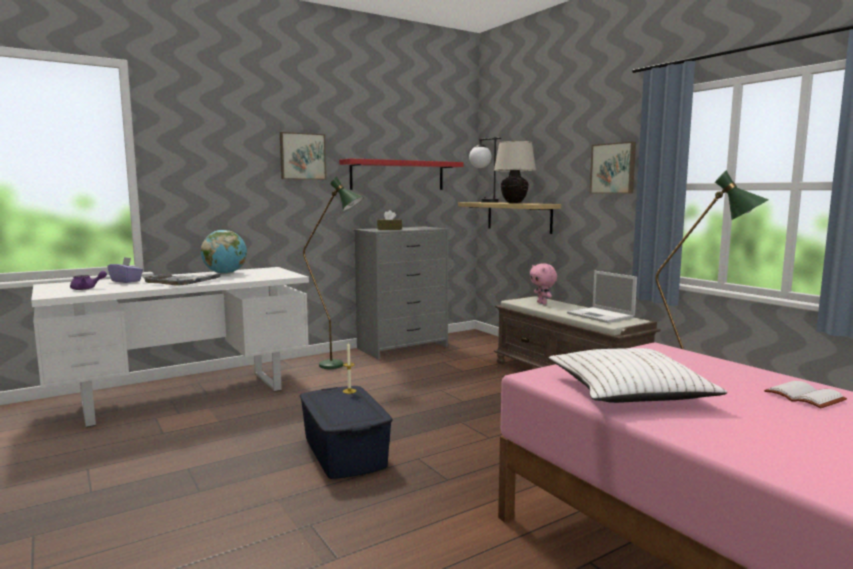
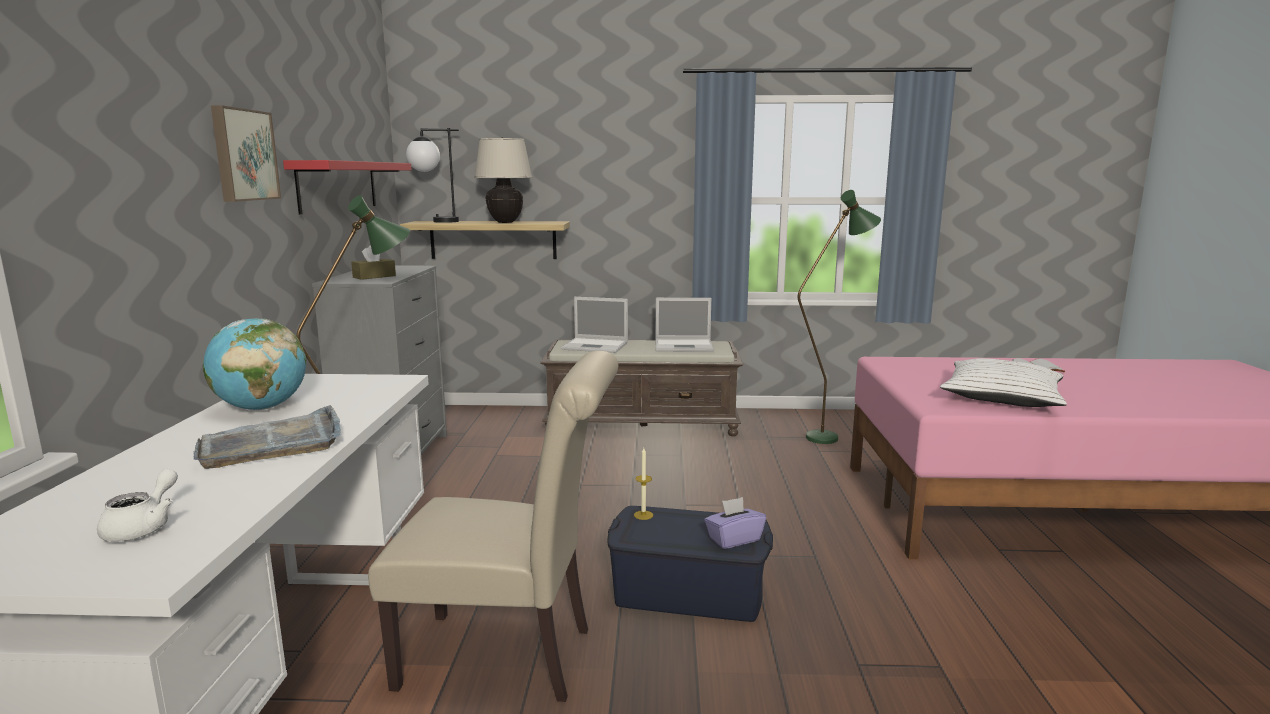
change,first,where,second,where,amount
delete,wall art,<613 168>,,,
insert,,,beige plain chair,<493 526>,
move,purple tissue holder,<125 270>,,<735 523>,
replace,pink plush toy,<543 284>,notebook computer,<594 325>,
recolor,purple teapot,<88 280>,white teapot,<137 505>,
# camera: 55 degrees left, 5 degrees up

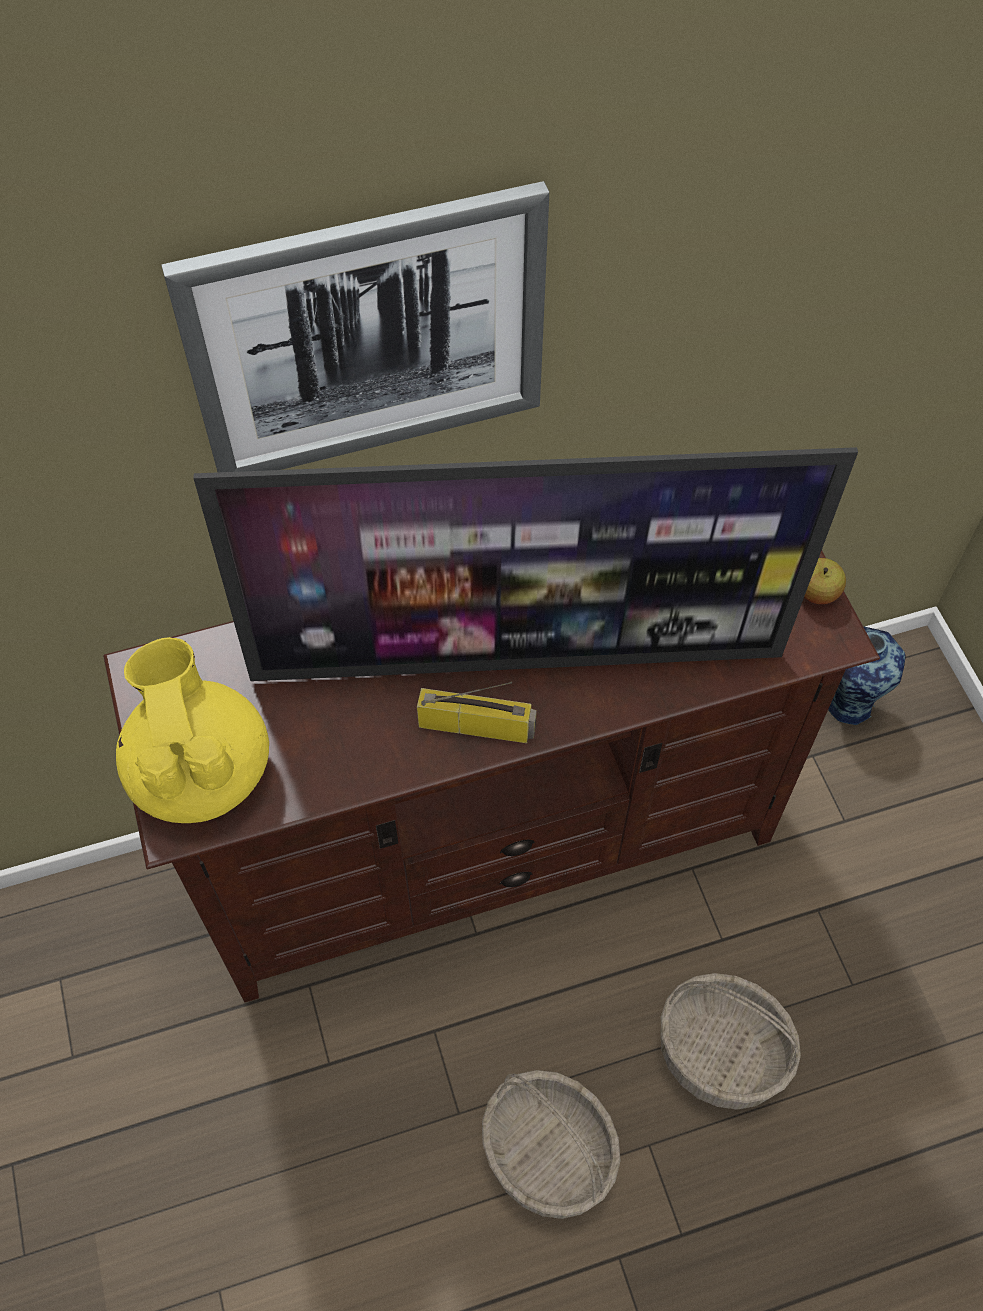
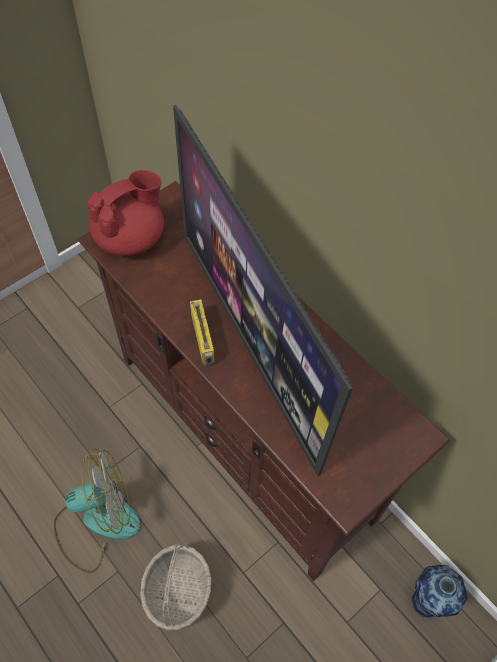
change,first,where,second,where,amount
delete,wall art,<355 326>,,,
delete,apple fruit,<825 581>,,,
replace,basket,<551 1144>,fan,<97 510>,
recolor,yellow teapot,<192 730>,red-coloured teapot,<125 213>,
# camera: 65 degrees right, 0 degrees up

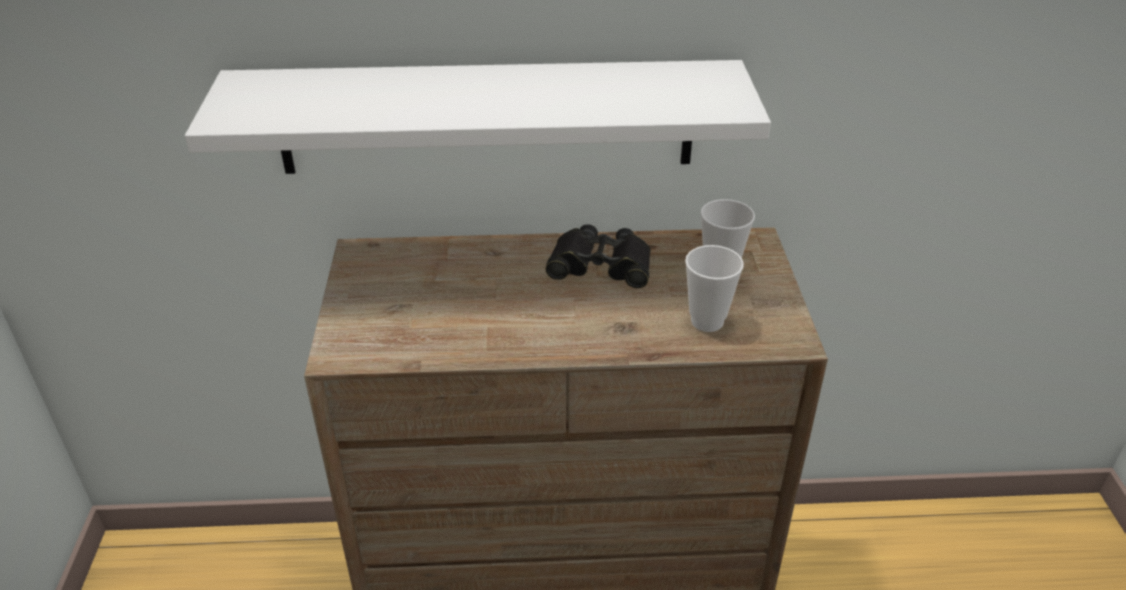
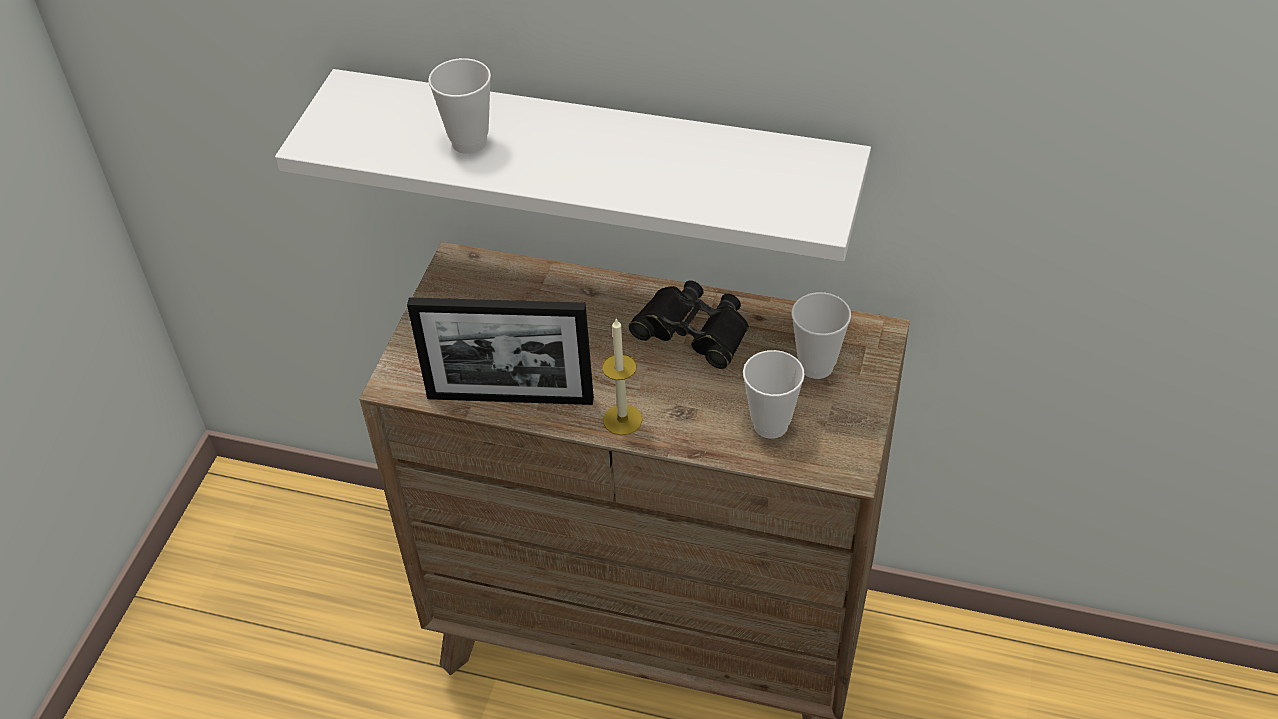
change,first,where,second,where,amount
insert,,,photo frame,<500 351>,
insert,,,cup,<459 106>,
insert,,,wax candle,<622 377>,
# camera: 20 degrees right, 10 degrees up

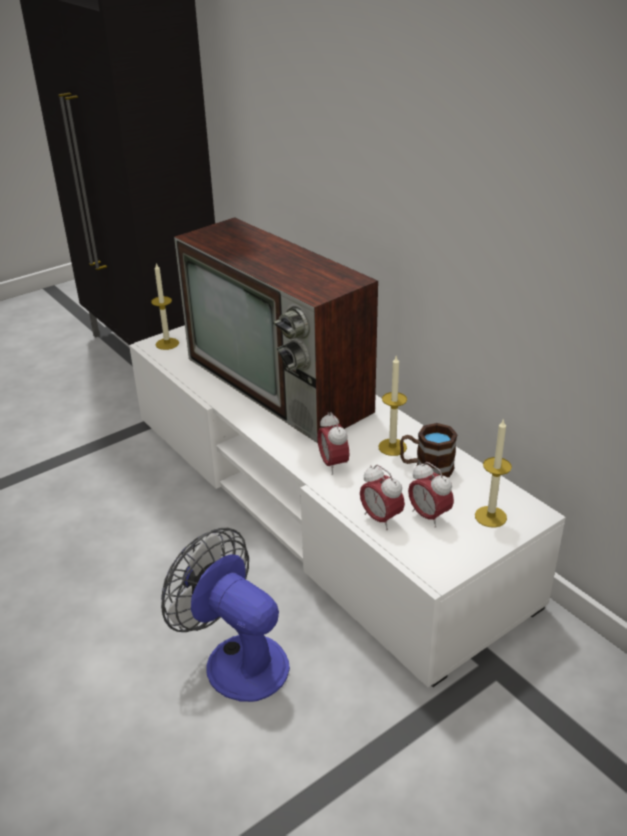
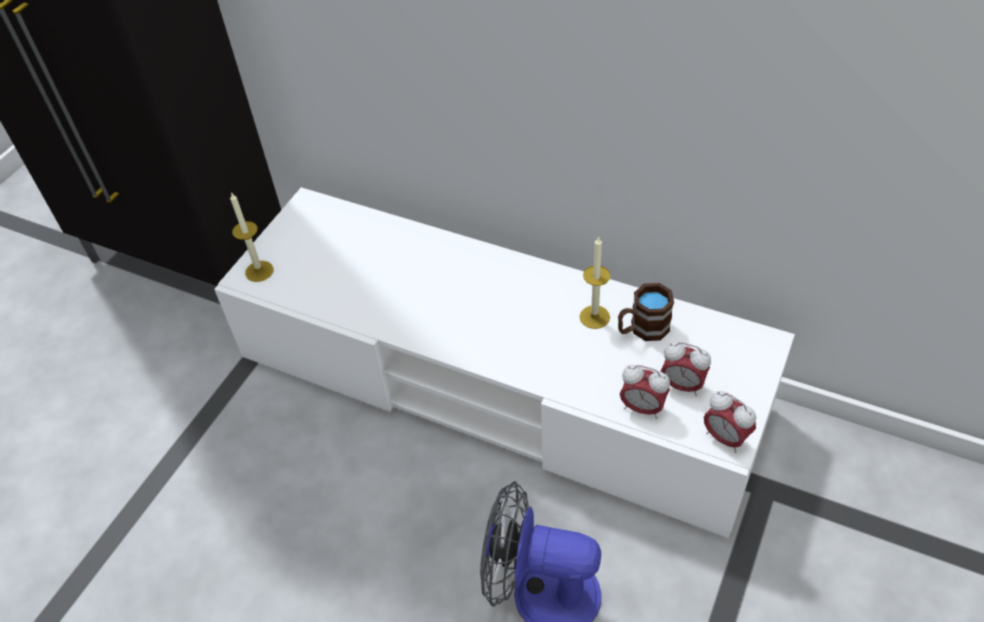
change,first,where,second,where,amount
delete,TV,<276 330>,,,
delete,wax candle,<493 473>,,,
move,table clock,<333 443>,,<730 422>,
# camera: 25 degrees left, 15 degrees up

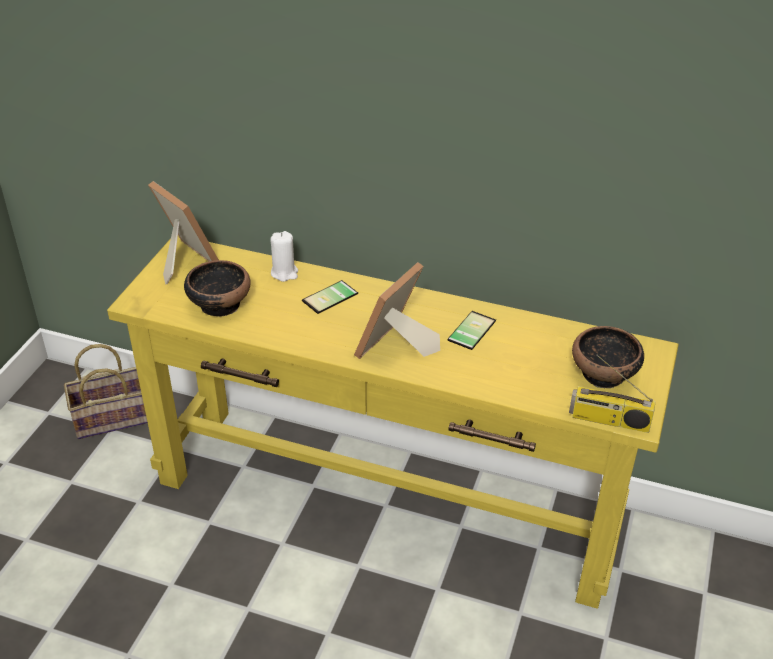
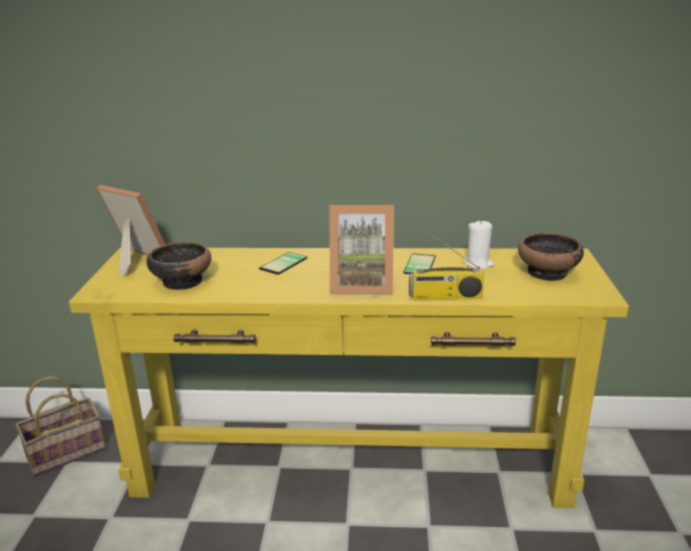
change,first,where,second,where,amount
move,white wax candle,<284 256>,,<479 244>,
move,radio set,<612 394>,,<446 265>,
rotate,photo frame,<397 310>,,<362 250>,105 degrees counterclockwise
# camera: 15 degrees left, 15 degrees down

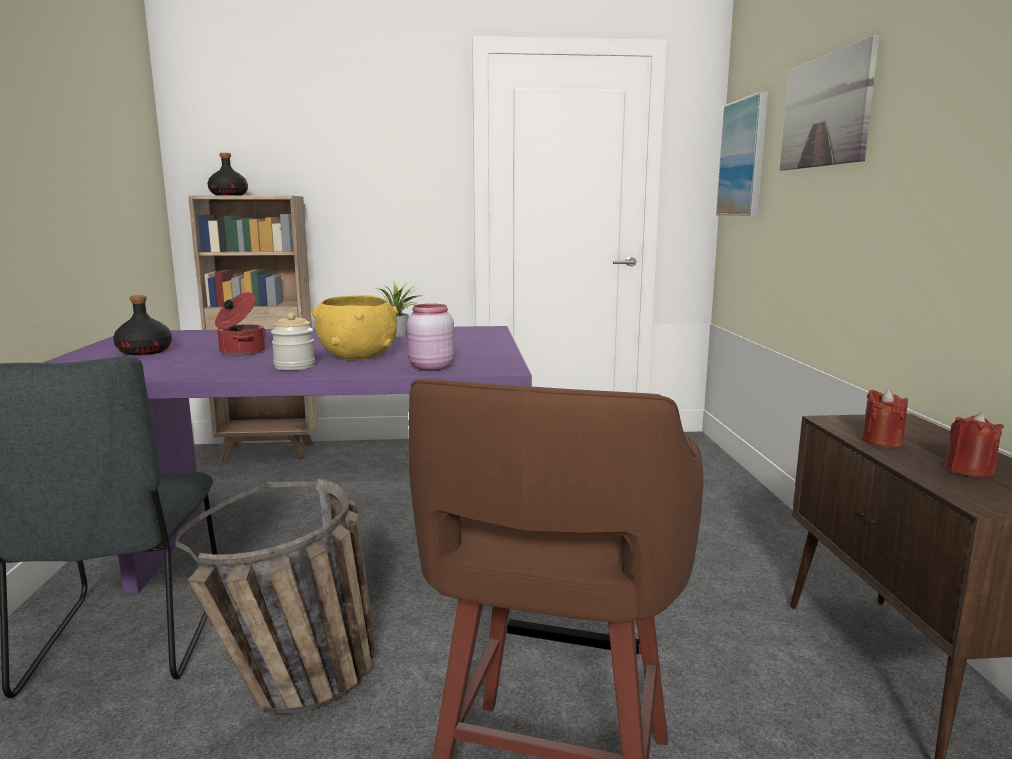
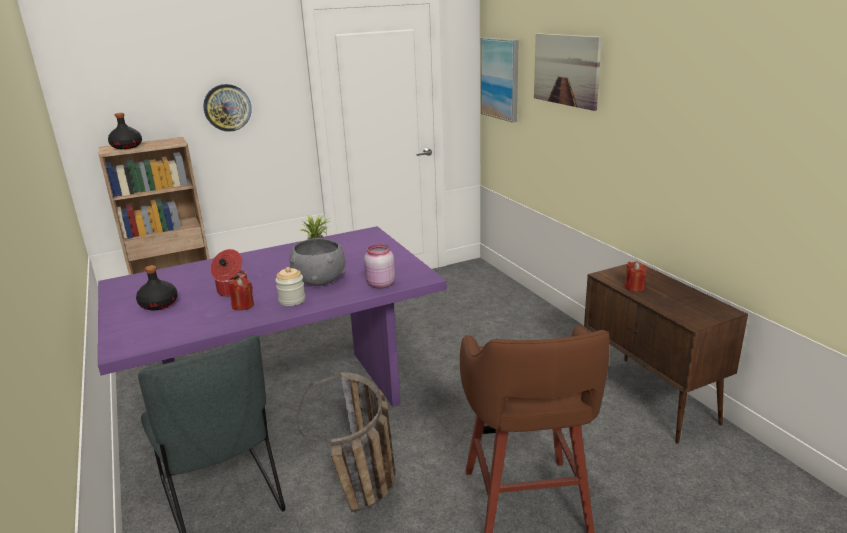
change,first,where,second,where,amount
insert,,,clock on the wall,<227 108>,
move,red-coloured wax candle,<974 445>,,<241 294>,
recolor,yellow bowl,<355 327>,greyish bowl,<317 262>,
# camera: 20 degrees left, 10 degrees up

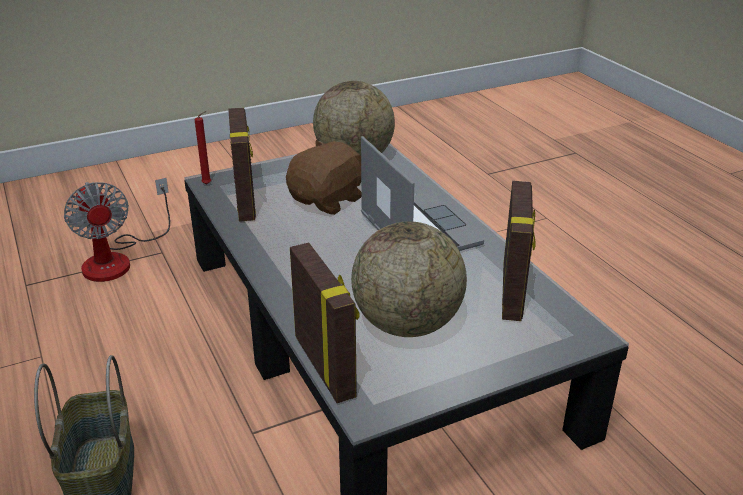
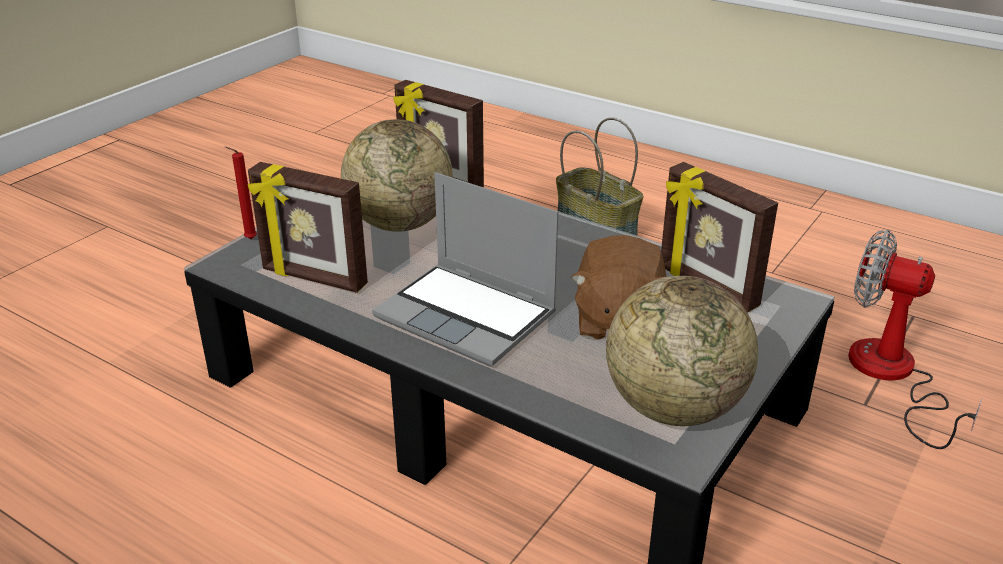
change,first,where,second,where,amount
move,red-coloured wax candle,<203 147>,,<241 193>,
rotate,photo frame,<518 251>,,<308 227>,45 degrees counterclockwise
# camera: 150 degrees right, 0 degrees up

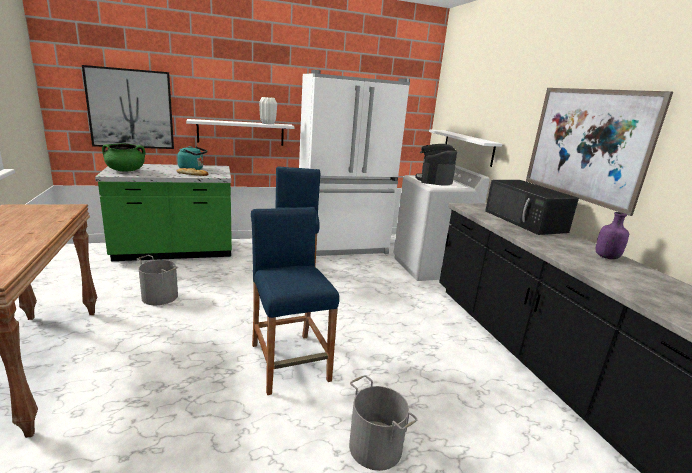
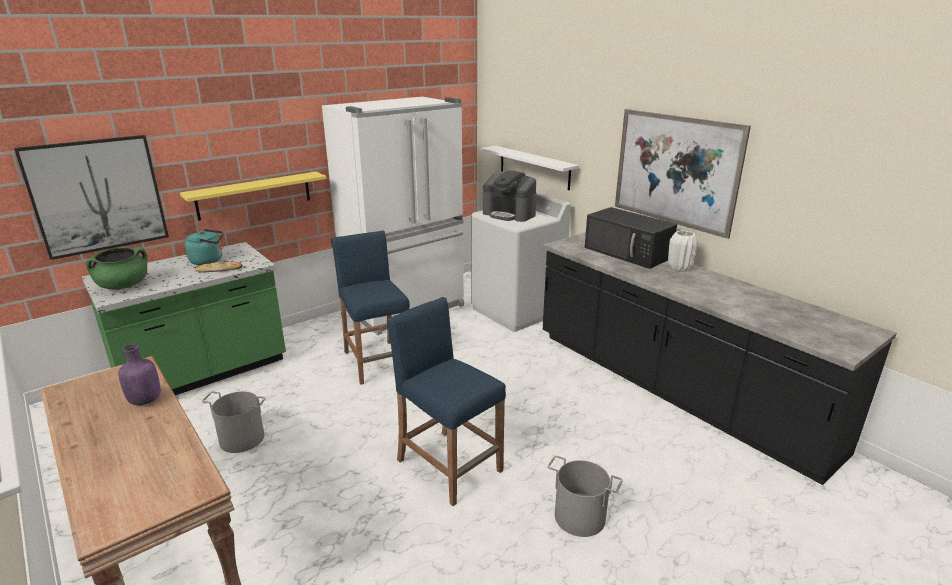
change,first,where,second,where,amount
move,white decorative vase,<268 110>,,<683 251>,
move,purple drink bottle,<612 235>,,<139 374>,
recolor,white shelf,<240 132>,yellow shelf,<253 196>,
rotate,coffee maker,<436 165>,,<510 196>,45 degrees counterclockwise
# camera: 20 degrees left, 5 degrees up

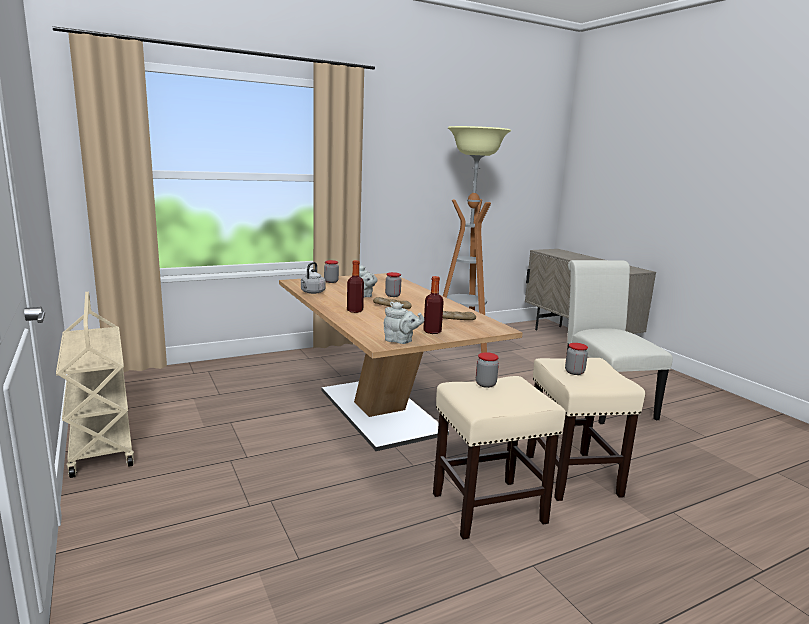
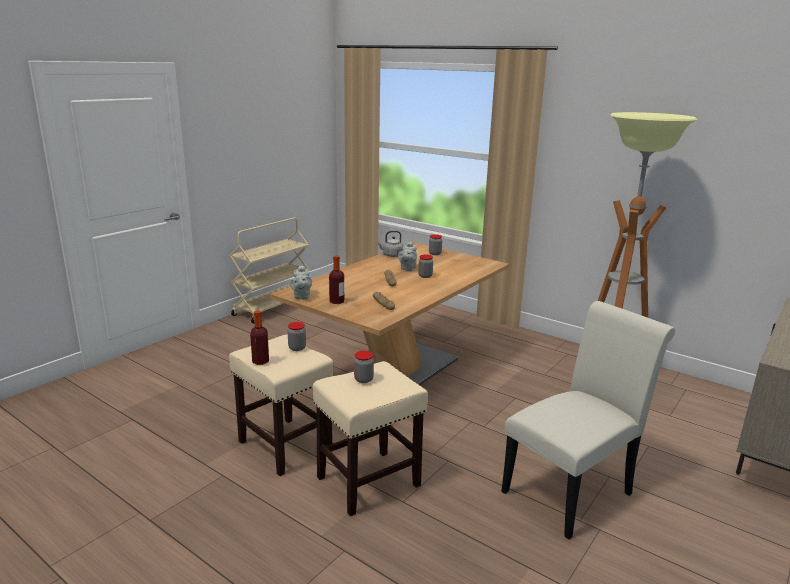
change,first,where,second,where,amount
move,drink bottle,<355 286>,,<259 337>,
# camera: 65 degrees right, 5 degrees up

